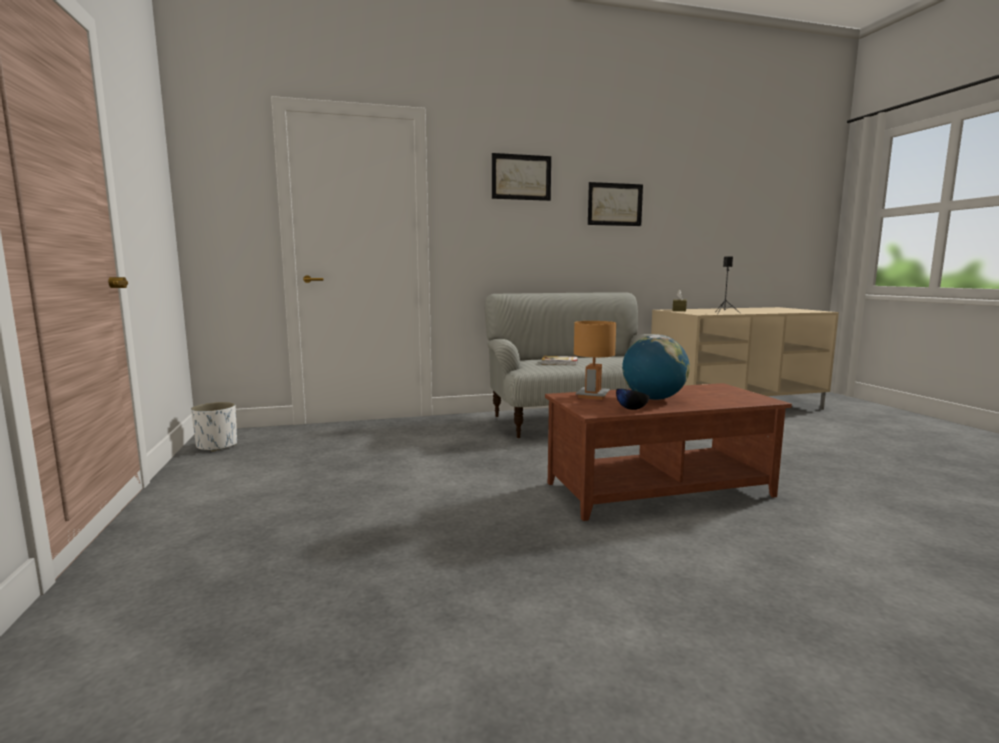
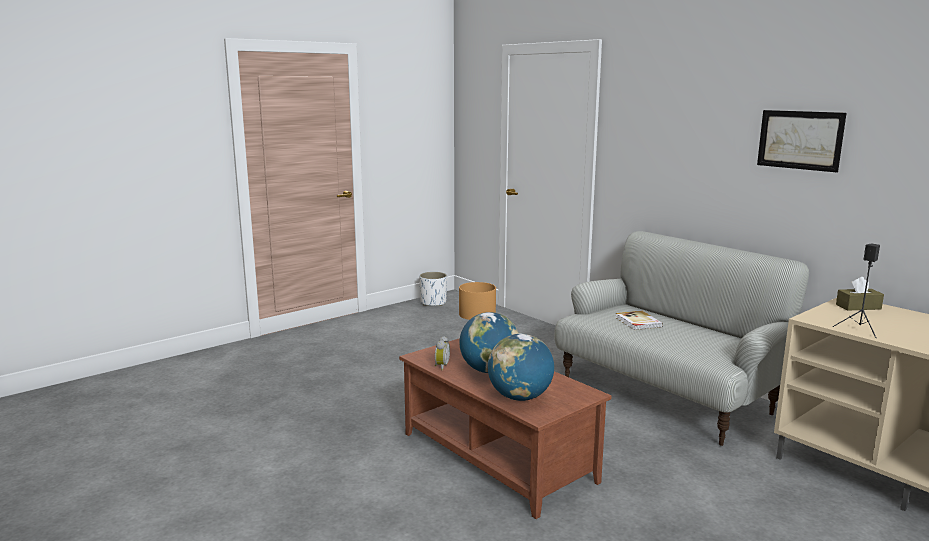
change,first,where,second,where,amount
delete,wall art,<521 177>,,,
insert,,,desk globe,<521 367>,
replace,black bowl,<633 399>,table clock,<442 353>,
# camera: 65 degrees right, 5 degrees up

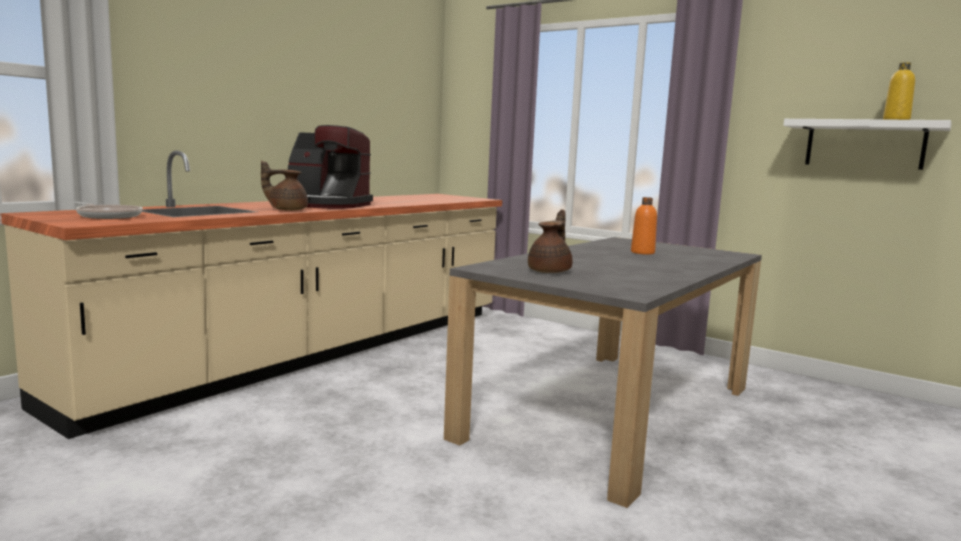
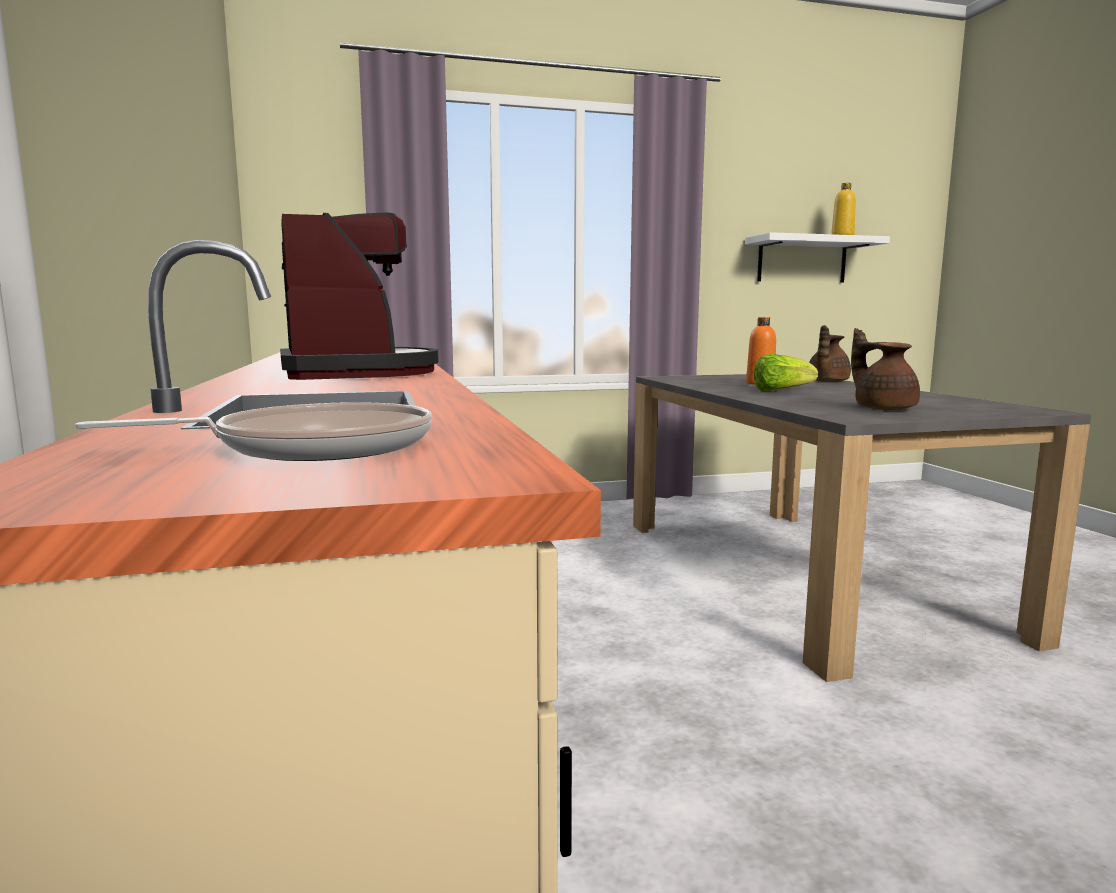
change,first,where,second,where,amount
insert,,,head of lettuce,<786 372>,
move,brownish teapot,<284 185>,,<830 353>,
rotate,coffee maker,<330 167>,,<359 296>,75 degrees counterclockwise
# camera: 50 degrees left, 0 degrees up

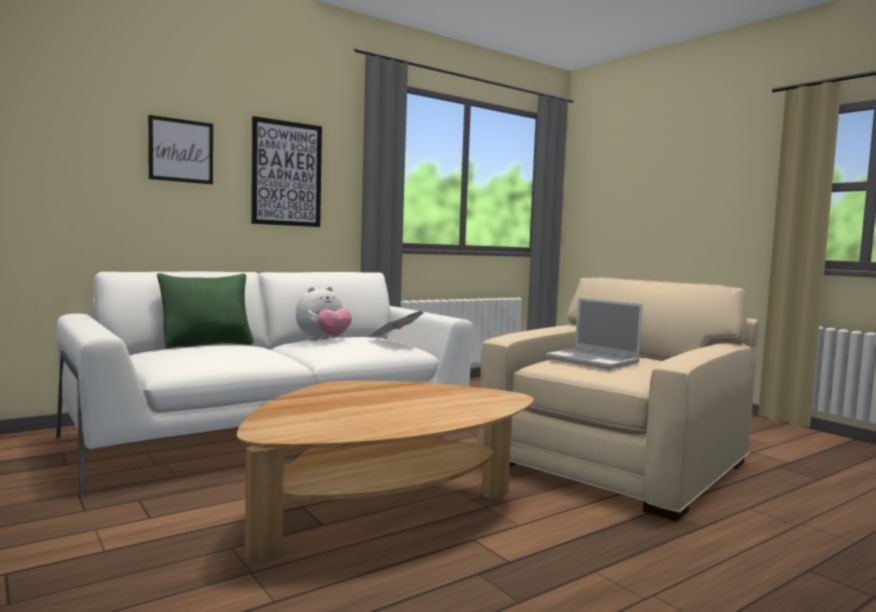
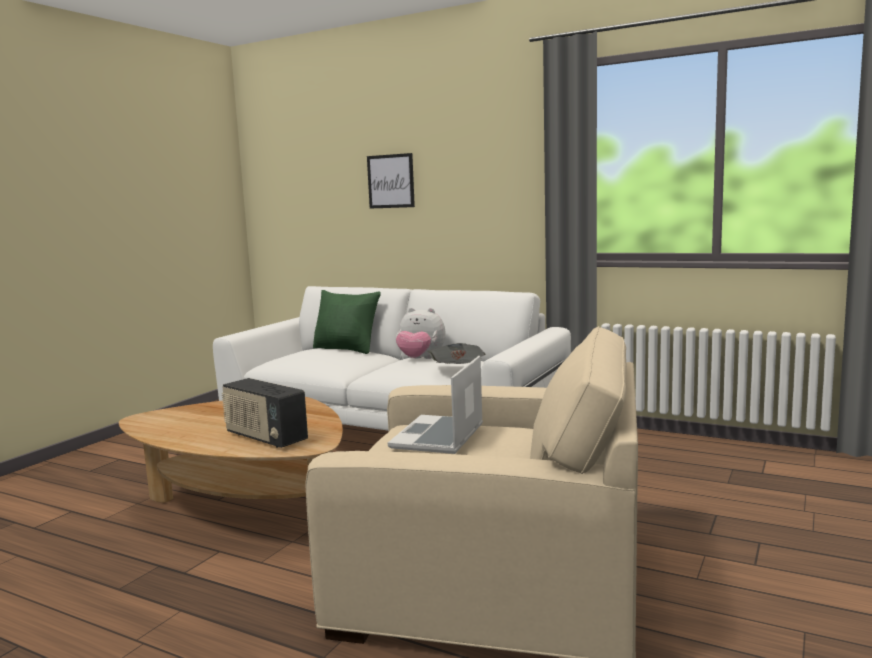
change,first,where,second,where,amount
delete,wall art,<286 171>,,,
insert,,,radio set,<265 413>,
# camera: 65 degrees right, 5 degrees up

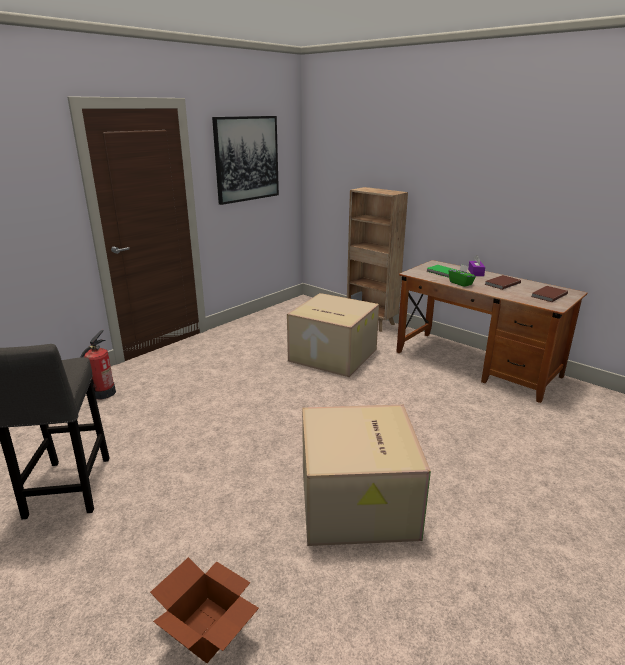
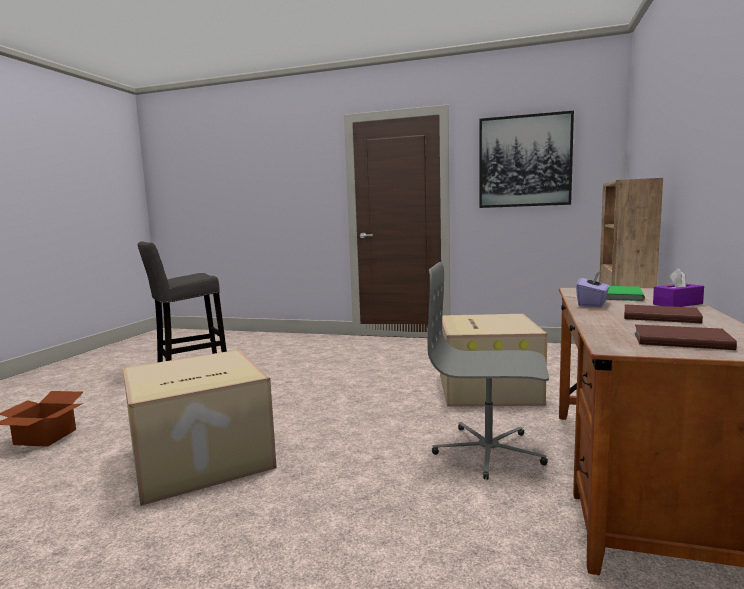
change,first,where,second,where,amount
delete,fire extinguisher,<98 364>,,,
insert,,,greyish computer chair,<488 371>,
recolor,greenish tissue holder,<462 275>,purple tissue holder,<593 289>,
# camera: 65 degrees right, 15 degrees down

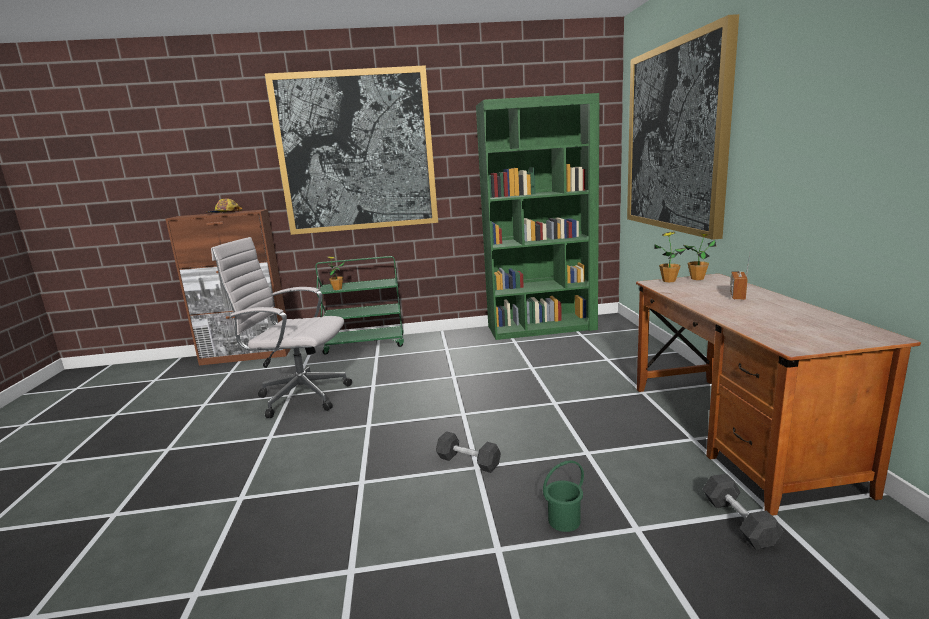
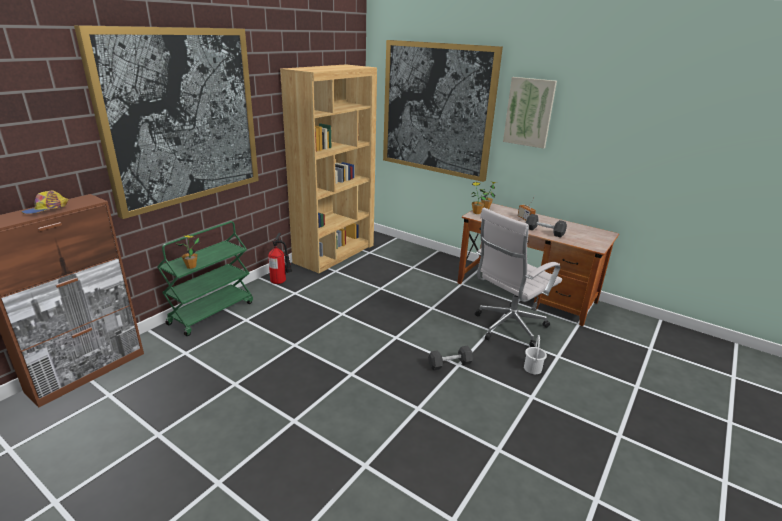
change,first,where,second,where,amount
insert,,,fire extinguisher,<280 258>,
insert,,,wall art,<530 113>,
move,white computer chair,<281 327>,,<518 277>,
move,black hand weight,<742 512>,,<546 225>,
recolor,greenish bookshelf,<537 216>,brownish bookshelf,<328 168>,
recolor,greenish pail,<563 496>,white pail,<535 354>,
# camera: 50 degrees left, 10 degrees up

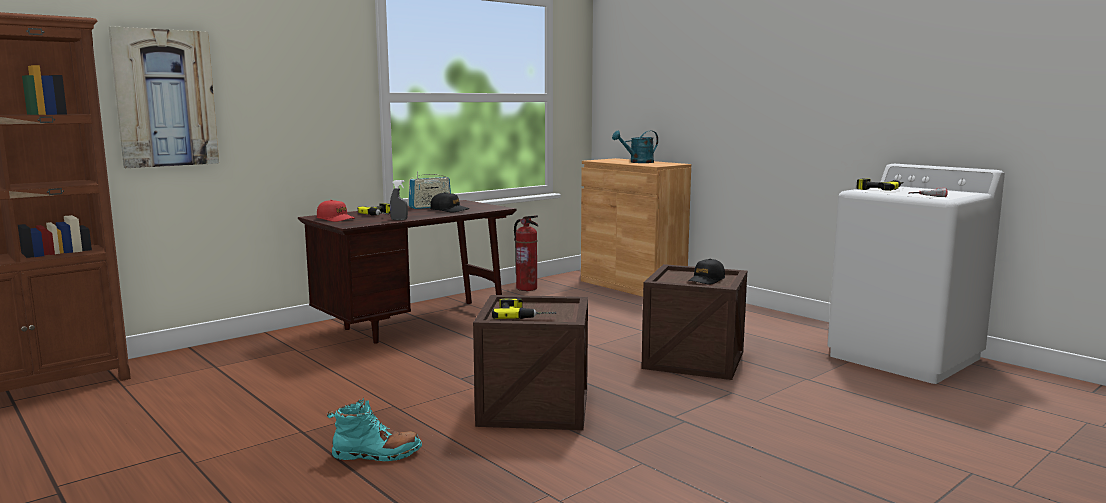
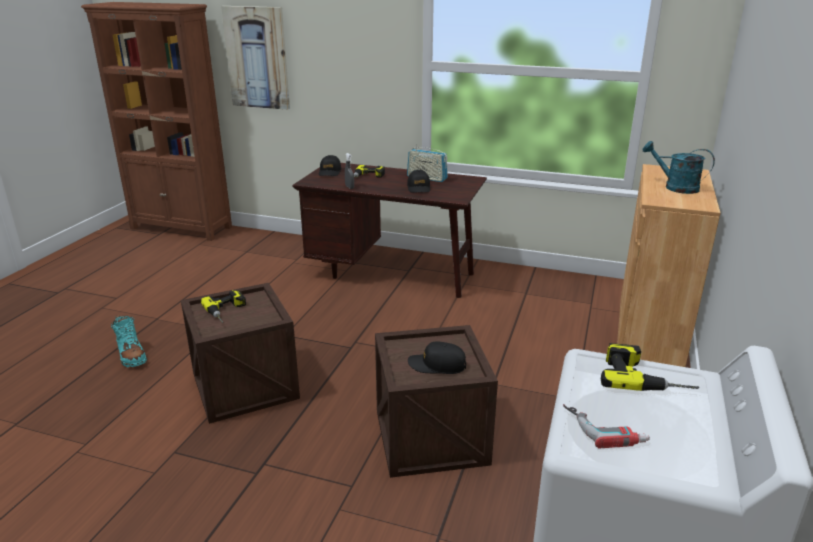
change,first,where,second,where,amount
delete,fire extinguisher,<526 253>,,,
recolor,red-coloured cap,<336 211>,black cap,<330 165>,
# camera: 60 degrees right, 15 degrees up

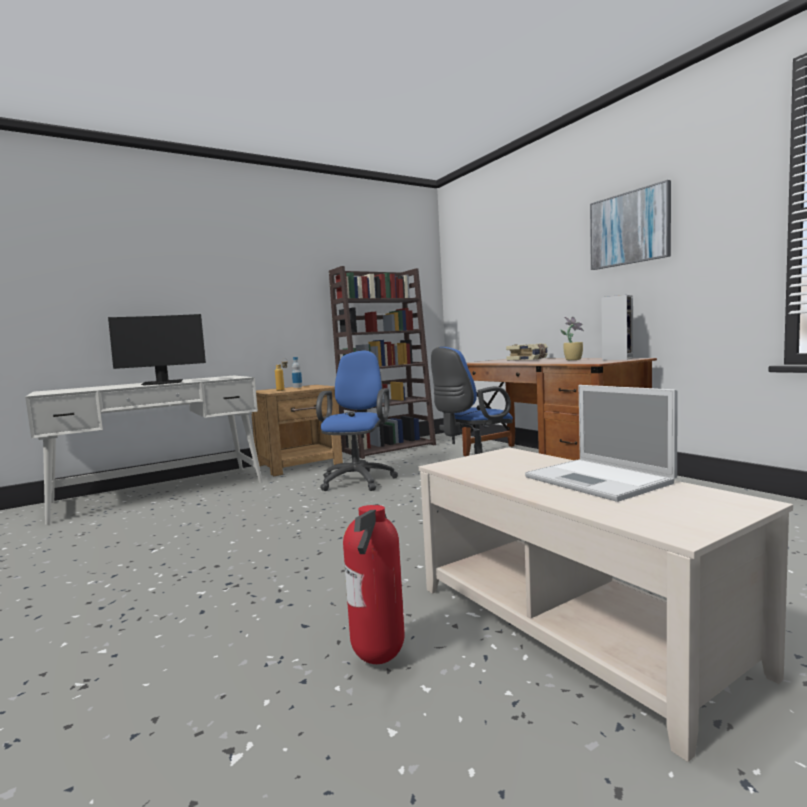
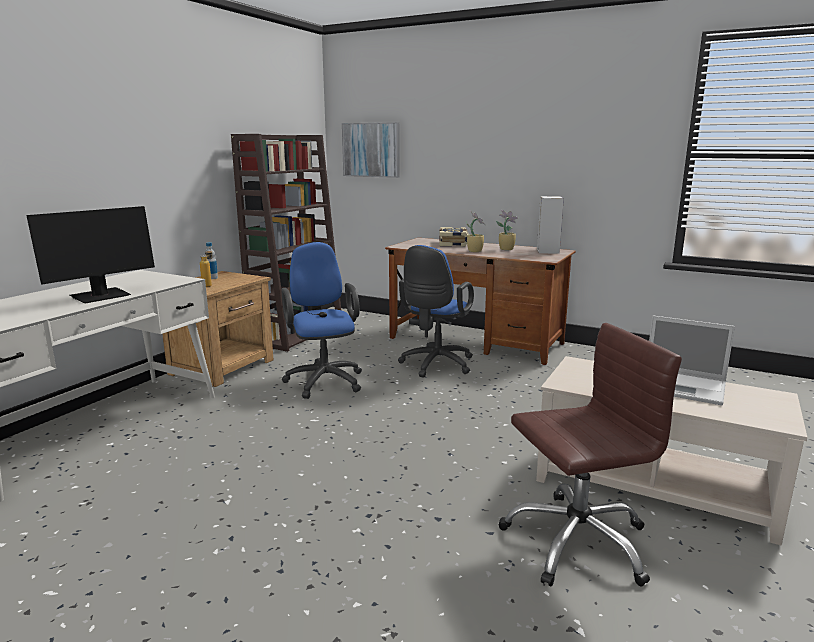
change,first,where,second,where,amount
insert,,,plant in a pot,<476 231>,
move,wall art,<630 225>,,<371 150>,
replace,fire extinguisher,<374 584>,brownish computer chair,<590 455>,
# camera: 30 degrees left, 10 degrees up

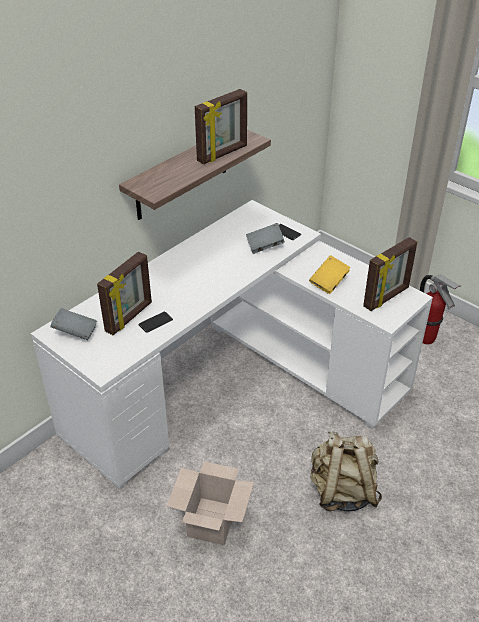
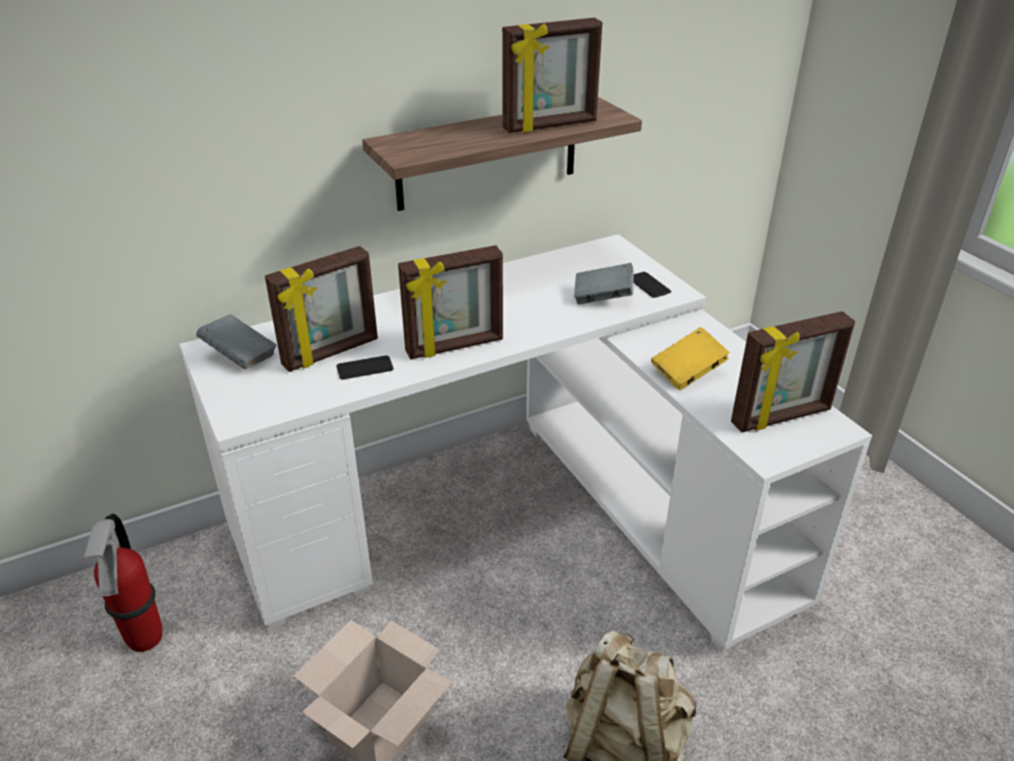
change,first,where,second,where,amount
insert,,,photo frame,<450 302>,
move,fire extinguisher,<440 310>,,<122 583>,
# camera: 20 degrees right, 5 degrees down

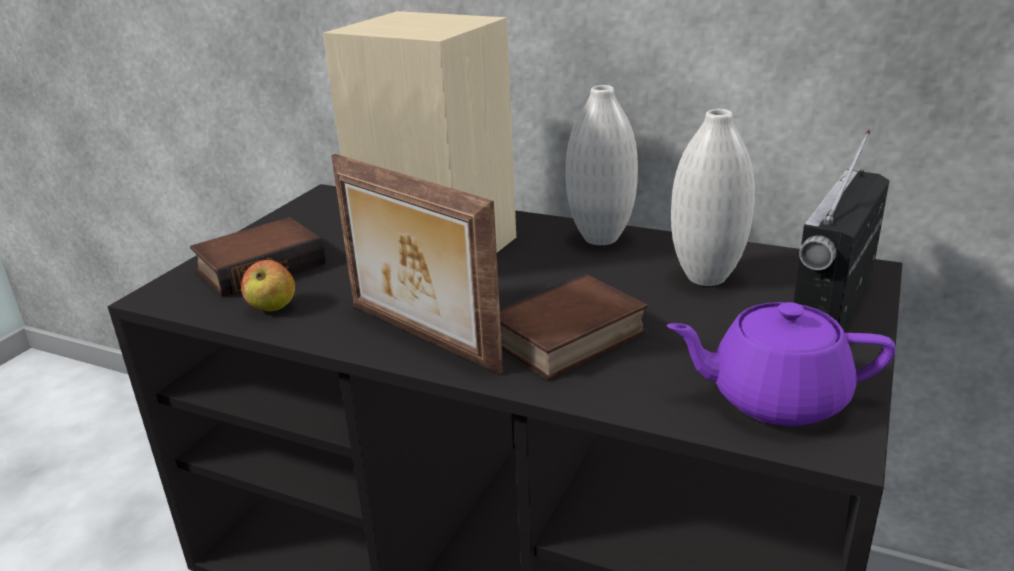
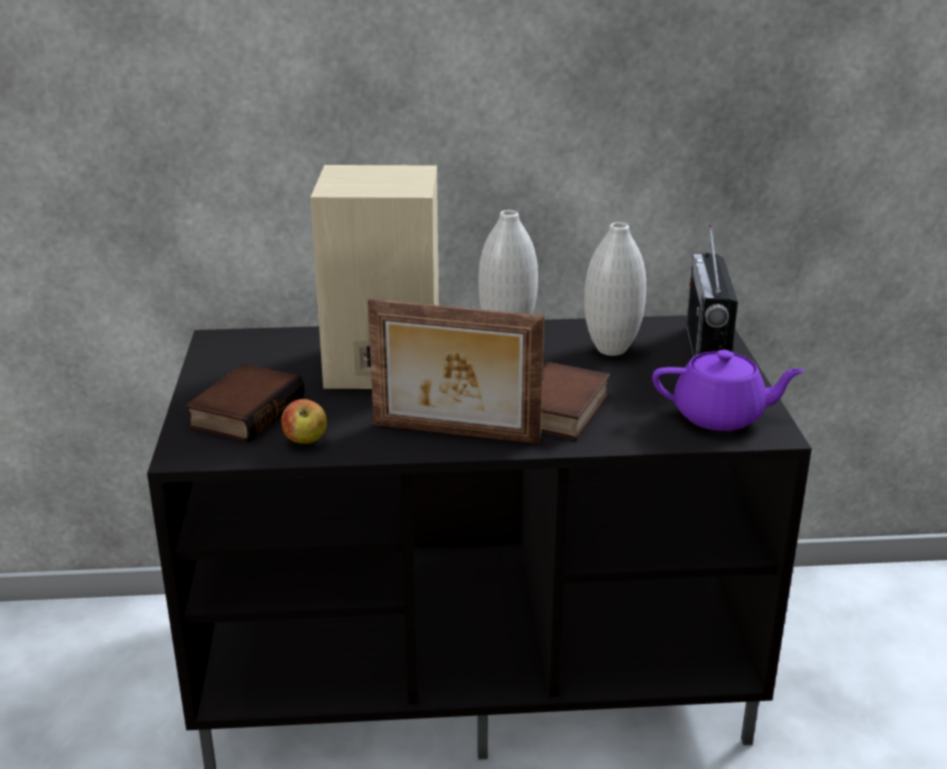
change,first,where,second,where,amount
rotate,purple teapot,<781 364>,,<728 390>,150 degrees counterclockwise
# camera: 30 degrees left, 0 degrees up

